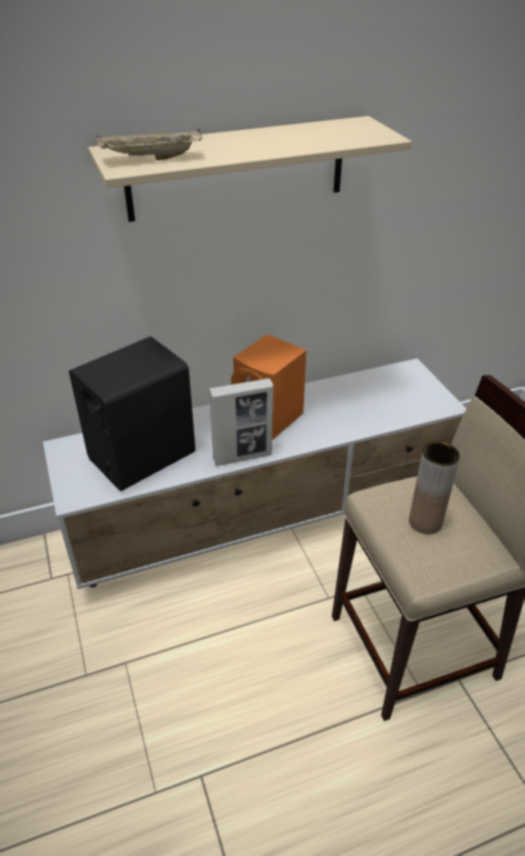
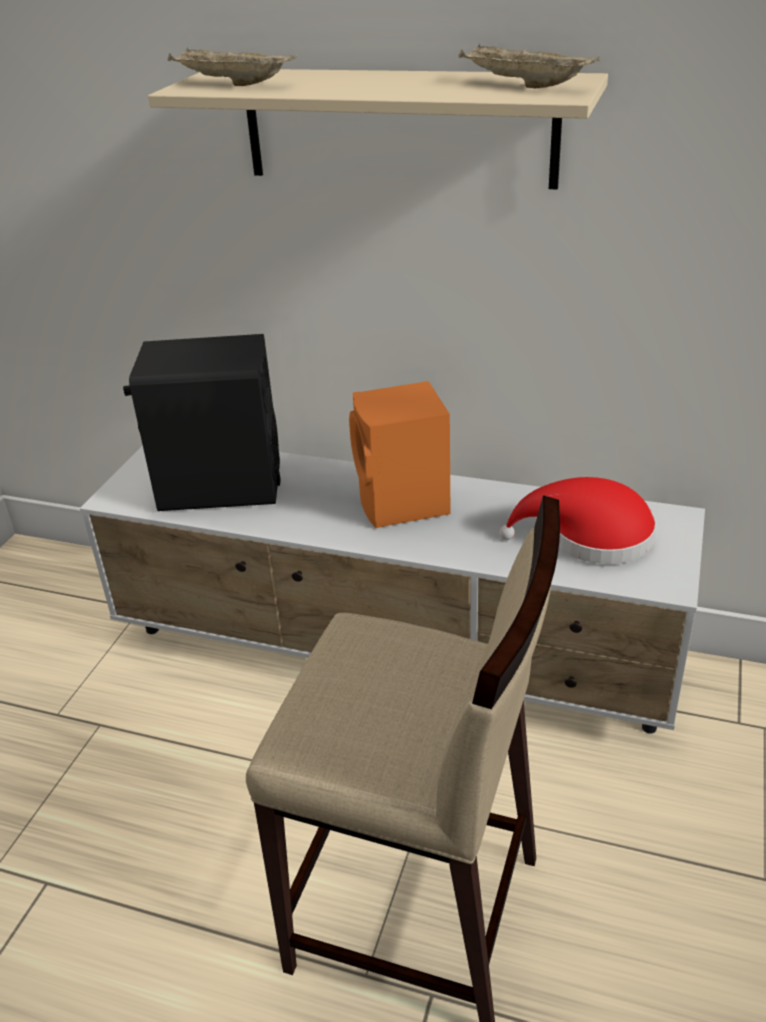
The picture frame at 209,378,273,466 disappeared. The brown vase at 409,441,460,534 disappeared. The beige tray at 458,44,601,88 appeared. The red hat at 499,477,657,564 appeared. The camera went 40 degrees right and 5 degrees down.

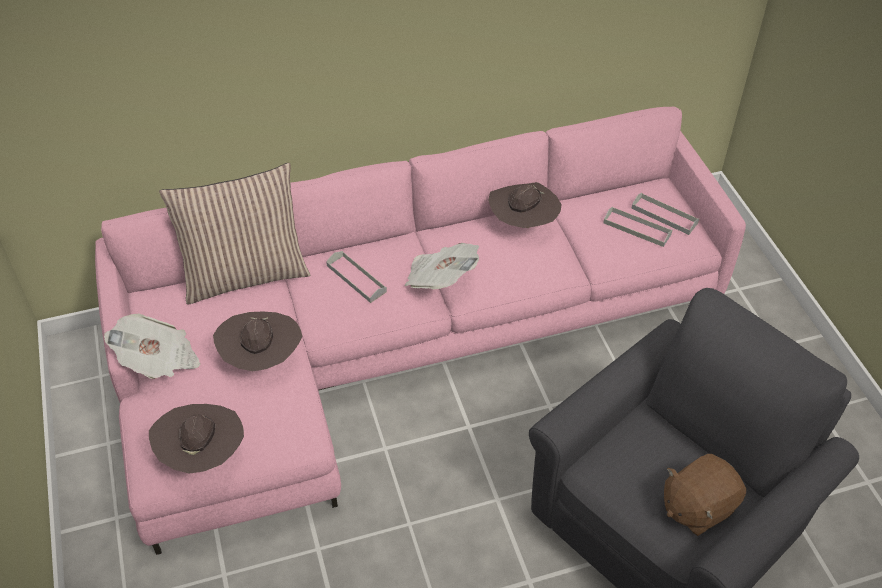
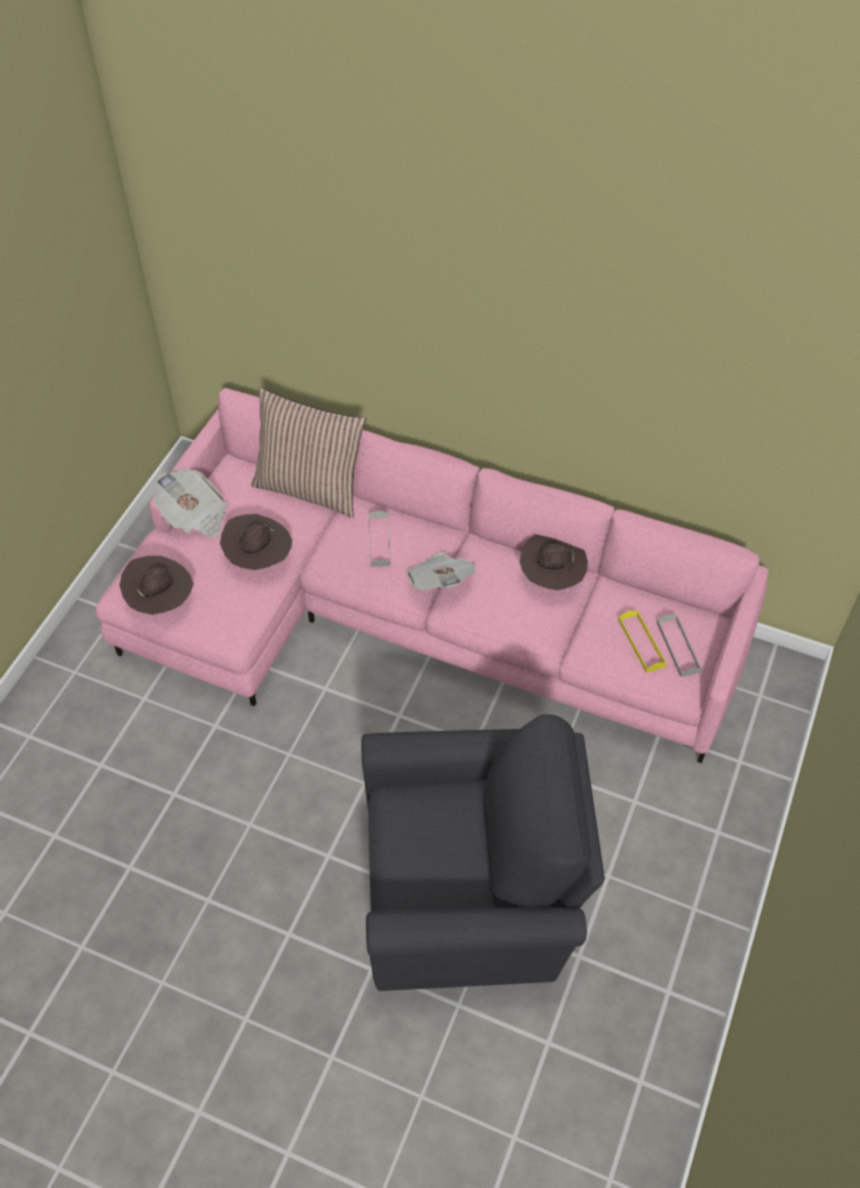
The brown plush toy at 664,454,746,536 disappeared. The grey tray at 604,207,672,247 became the yellow tray at 618,611,667,673. The camera went 40 degrees right and 5 degrees up.

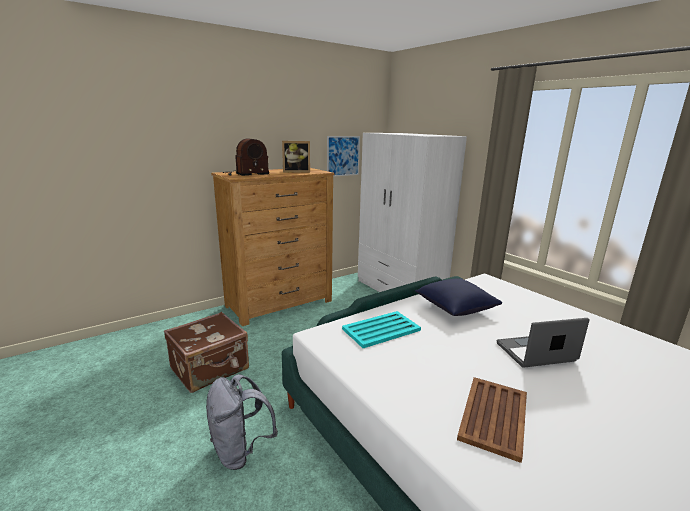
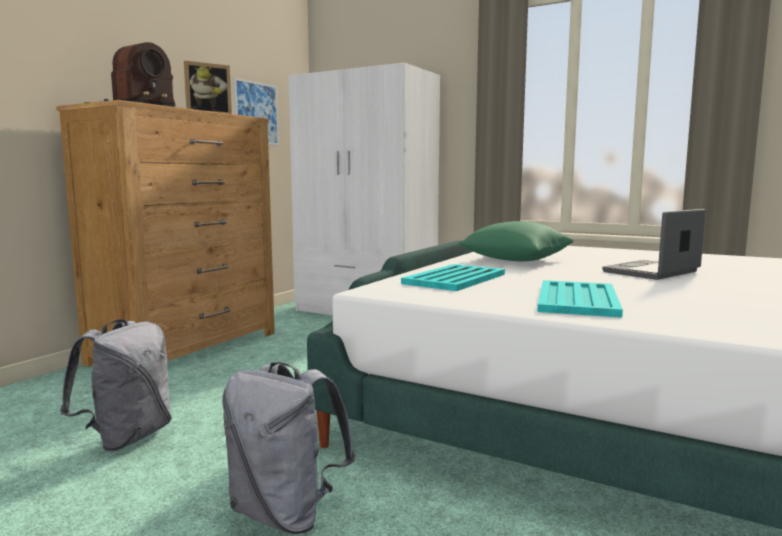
The brown tray at 457,377,527,463 disappeared. The turquoise tray at 538,280,623,318 appeared. The brown suitcase at 164,312,249,393 was replaced by the grey backpack at 60,319,172,452. The blue pillow at 415,278,502,316 became the green pillow at 459,221,574,261. The camera went 25 degrees left and 10 degrees down.

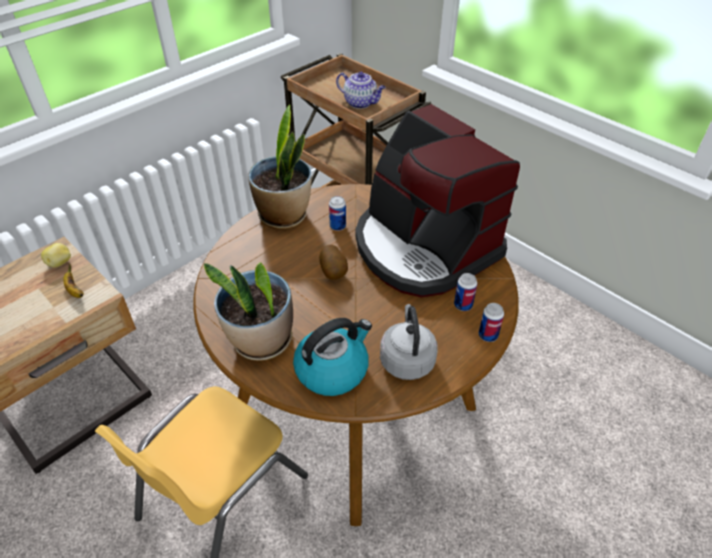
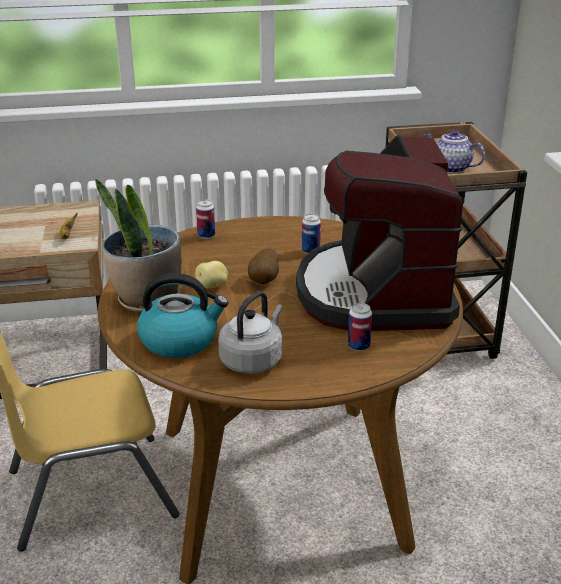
The potted plant at 248,105,312,229 disappeared. The potato moved from 41,243,71,267 to 195,261,228,288. The can moved from 479,303,504,342 to 196,199,215,239. The teapot at 336,72,386,109 turned 150 degrees clockwise. The camera went 35 degrees right and 15 degrees down.

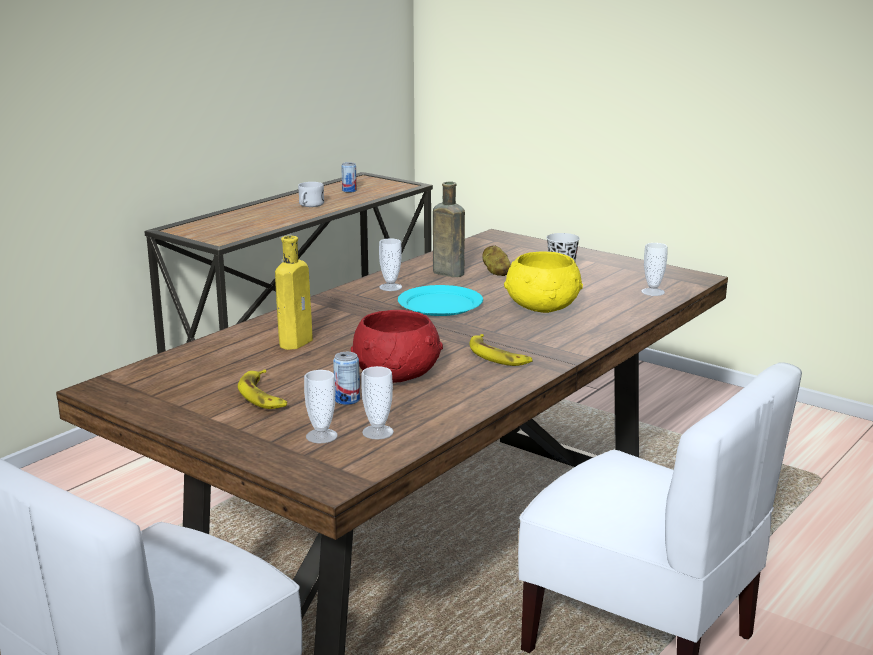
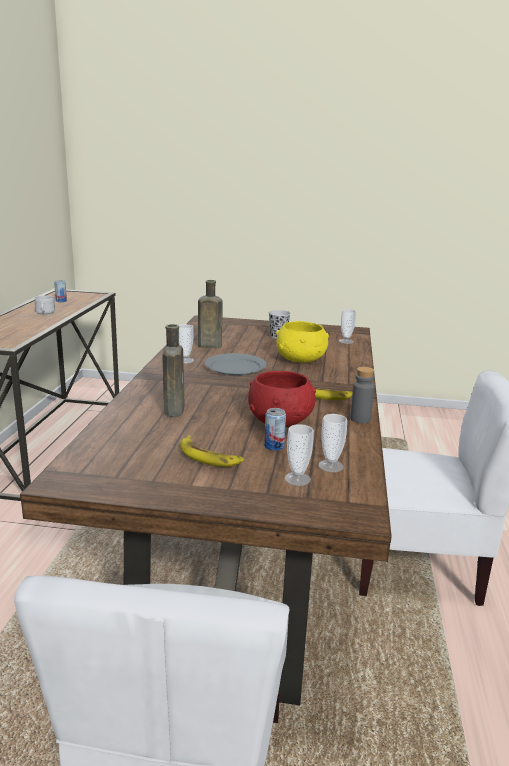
The potato at 482,246,511,276 disappeared. The grey bottle at 350,367,375,423 appeared. The yellow bottle at 275,236,313,350 became the brown bottle at 162,324,184,417. The turquoise plate at 398,285,483,316 became the grey plate at 205,353,267,376. The camera went 30 degrees left and 0 degrees up.

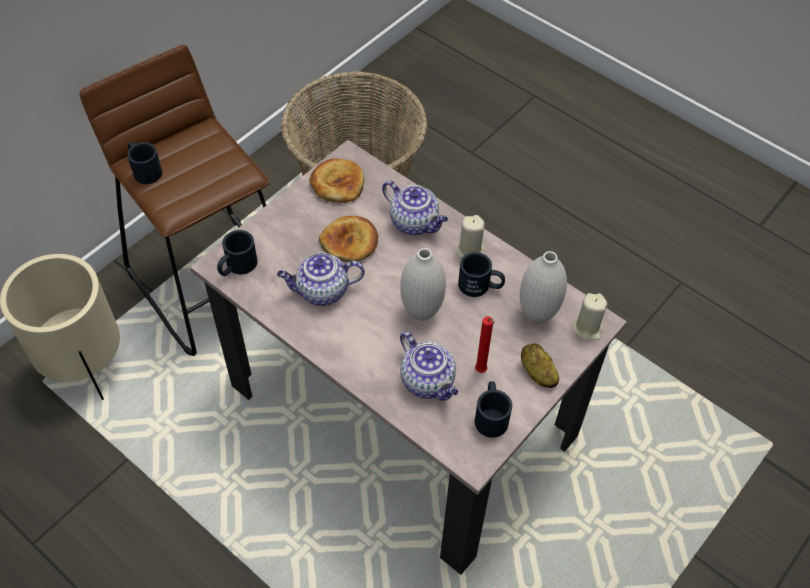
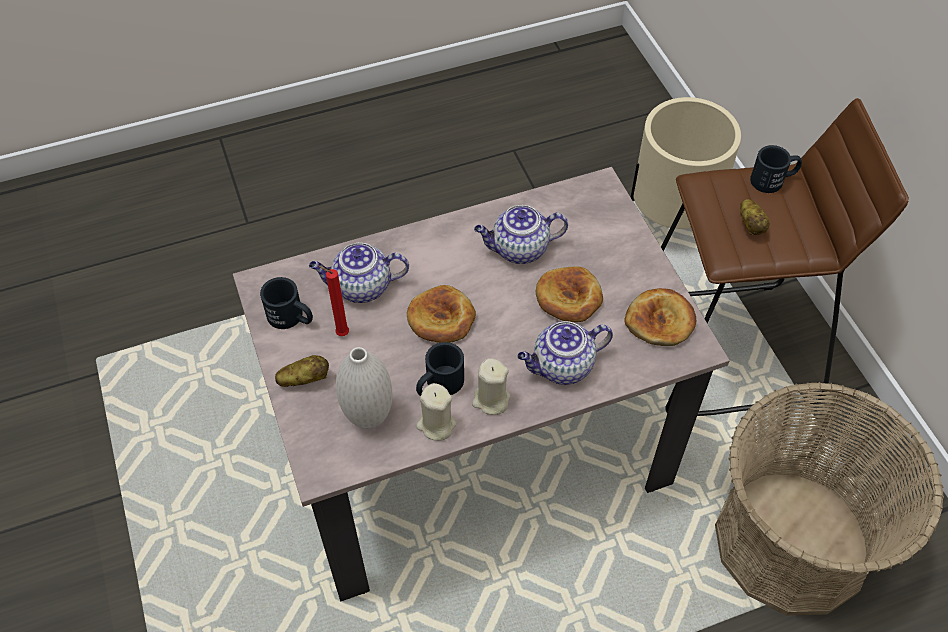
The black mug at 217,230,257,276 disappeared. The potato at 740,199,770,235 appeared. The beige candle moved from 573,293,607,341 to 416,383,456,441. The white vase at 400,248,446,321 was replaced by the bread at 407,285,476,343. The teapot at 277,252,365,306 turned 120 degrees counterclockwise. The camera went 120 degrees right and 0 degrees up.

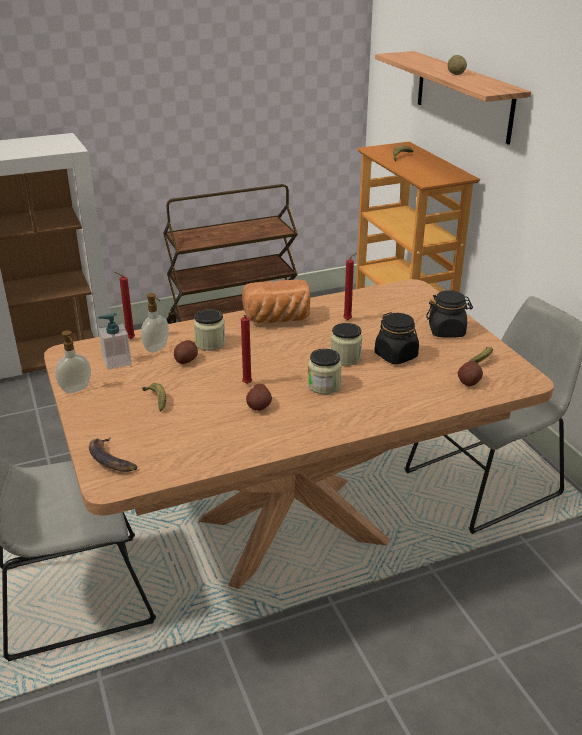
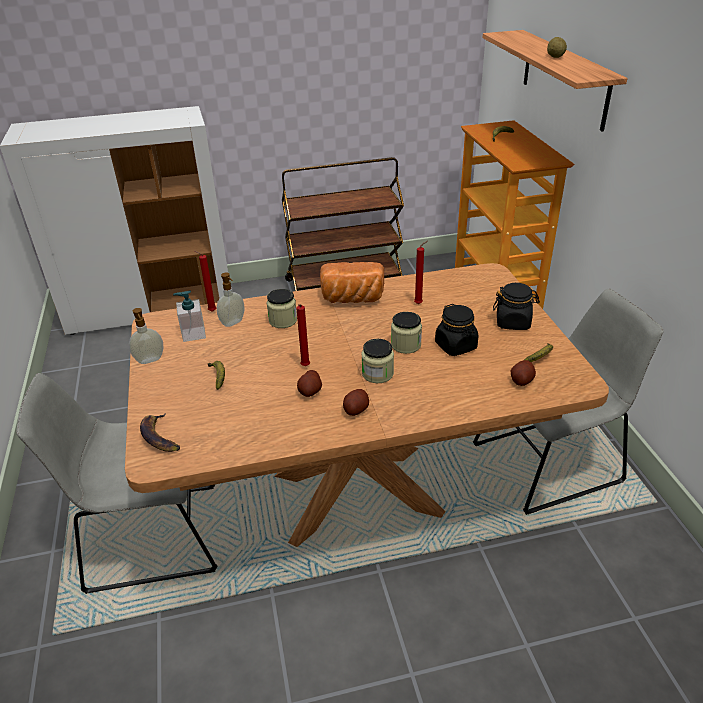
The potato moved from 174,340,198,364 to 343,389,369,416. The camera went 10 degrees right and 5 degrees up.

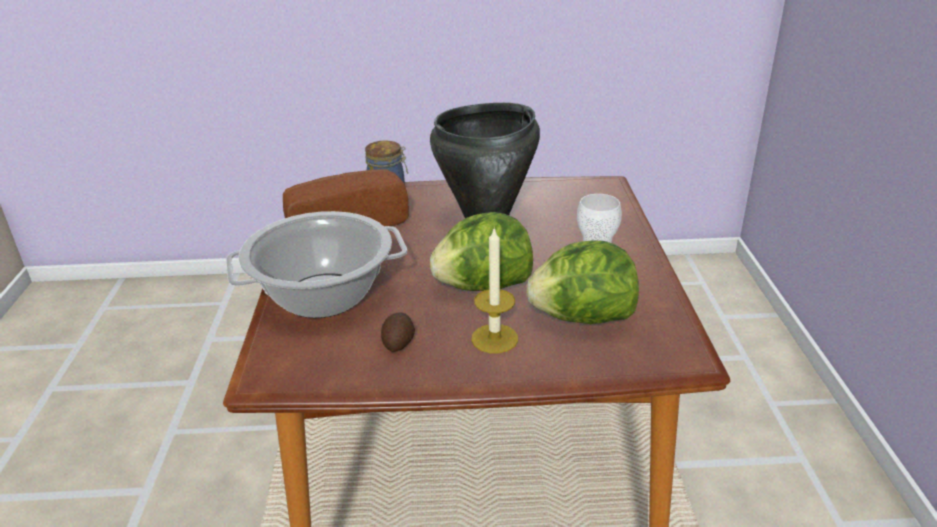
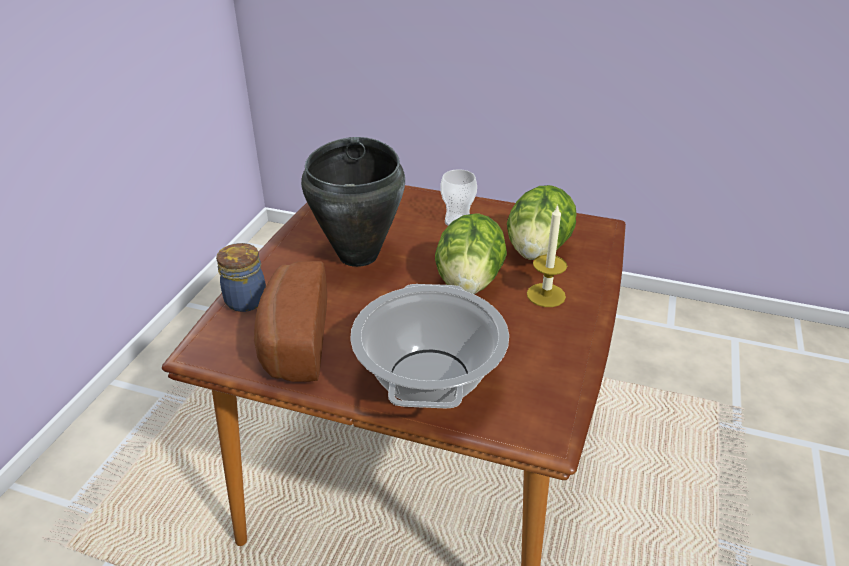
The potato at 381,312,415,352 disappeared. The camera went 70 degrees left and 5 degrees up.

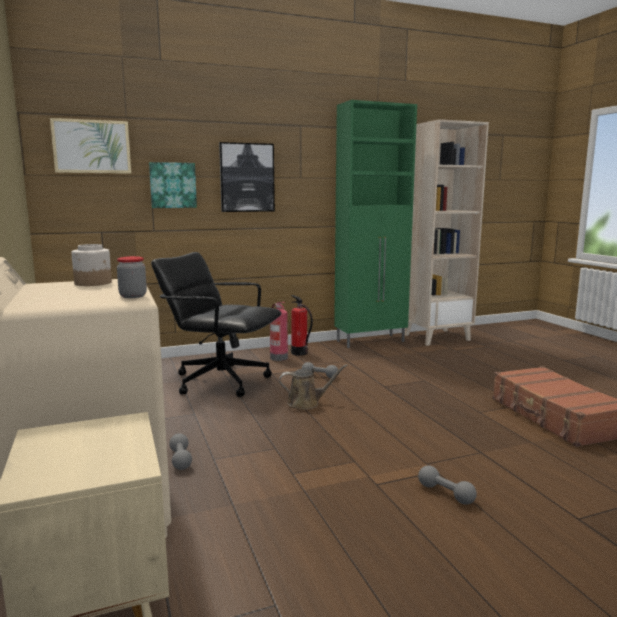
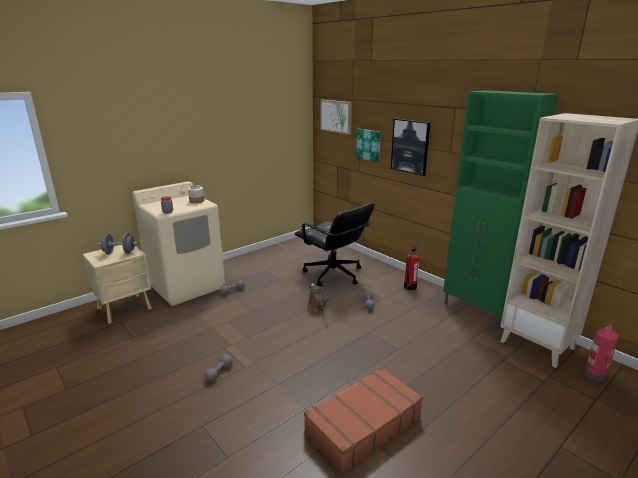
The grey dumbbell at 97,233,138,254 appeared. The fire extinguisher moved from 270,302,288,361 to 584,323,619,382. The black office chair at 151,252,281,397 turned 135 degrees clockwise. The camera went 70 degrees right and 10 degrees up.

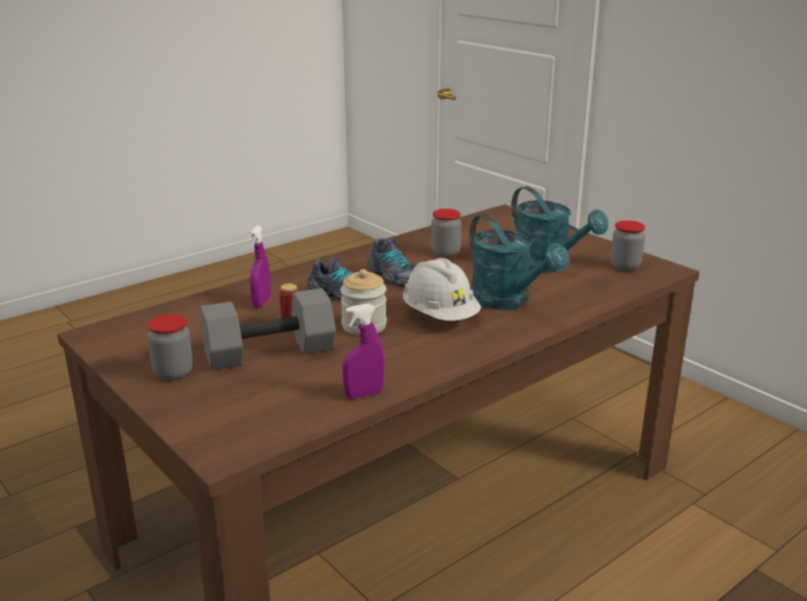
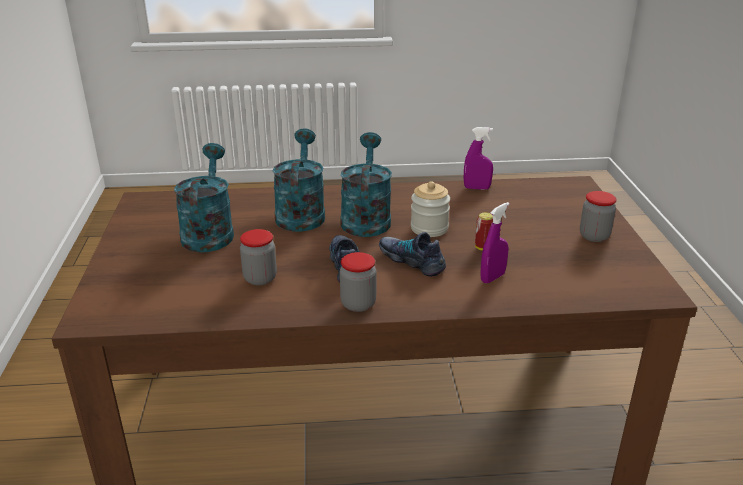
The grey dumbbell at 200,288,336,370 disappeared. The jar moved from 610,220,645,271 to 340,252,376,312. The white hard hat at 403,258,481,321 was replaced by the turquoise watering can at 341,132,392,237. The camera went 145 degrees left and 5 degrees up.

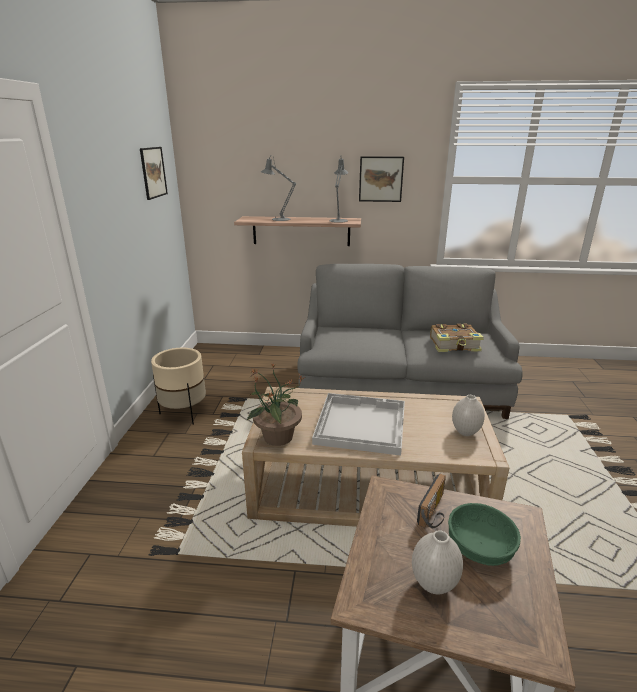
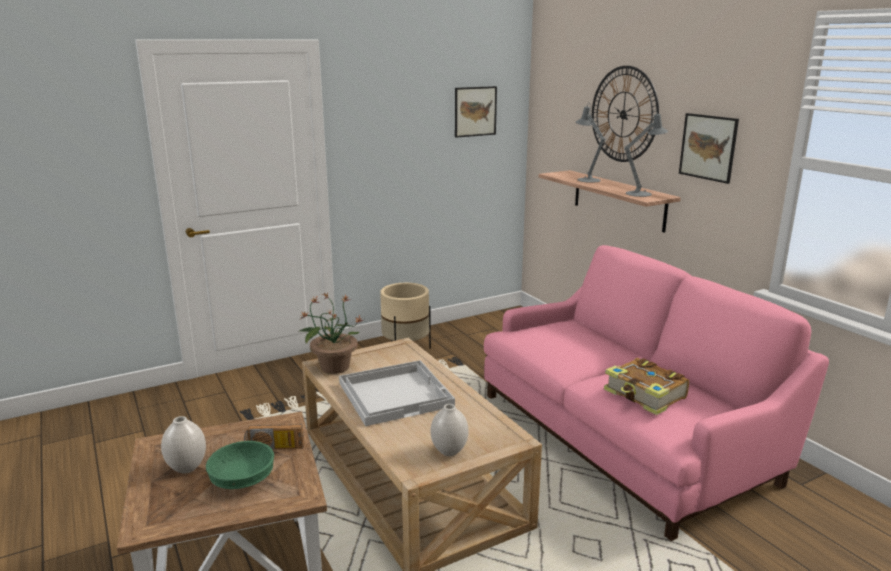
The wall clock at 592,66,659,162 appeared. The grey sofa at 297,264,523,419 became the pink sofa at 484,245,829,541. The camera went 55 degrees right and 5 degrees down.

